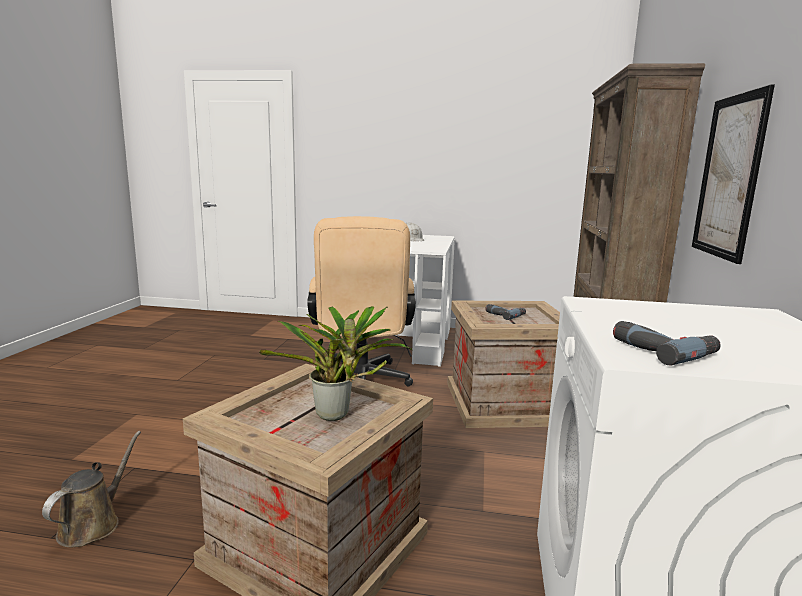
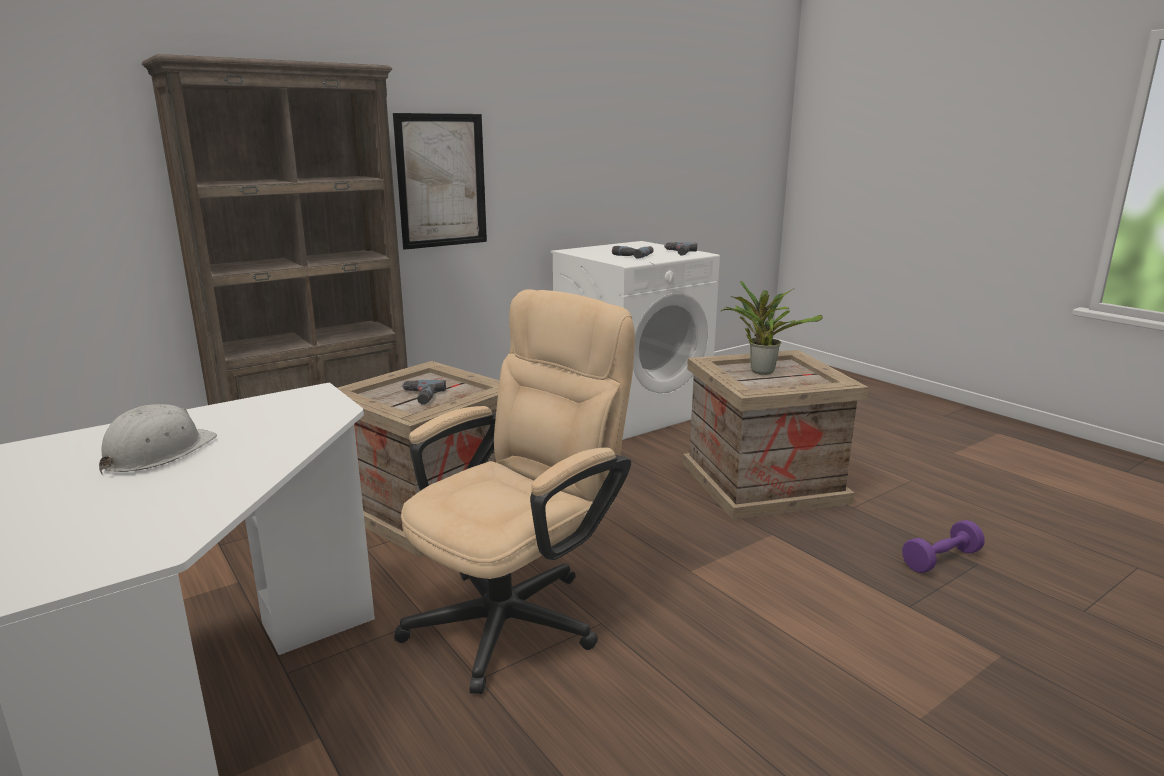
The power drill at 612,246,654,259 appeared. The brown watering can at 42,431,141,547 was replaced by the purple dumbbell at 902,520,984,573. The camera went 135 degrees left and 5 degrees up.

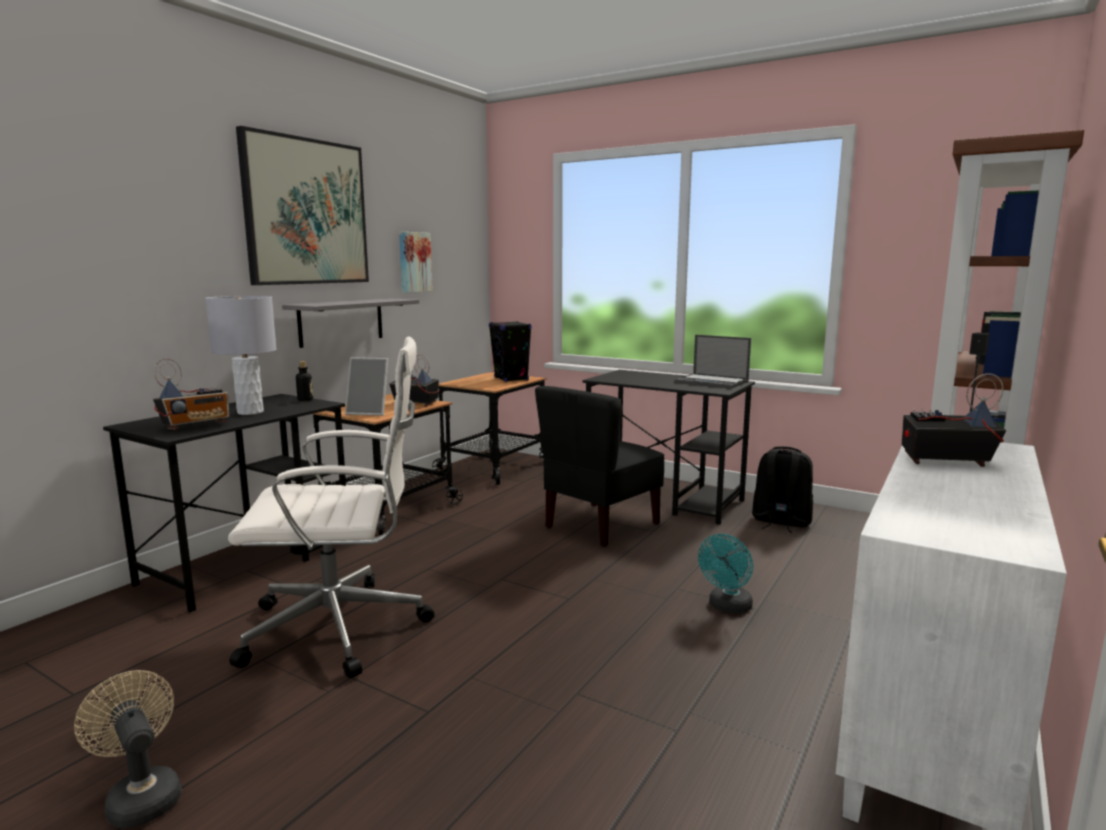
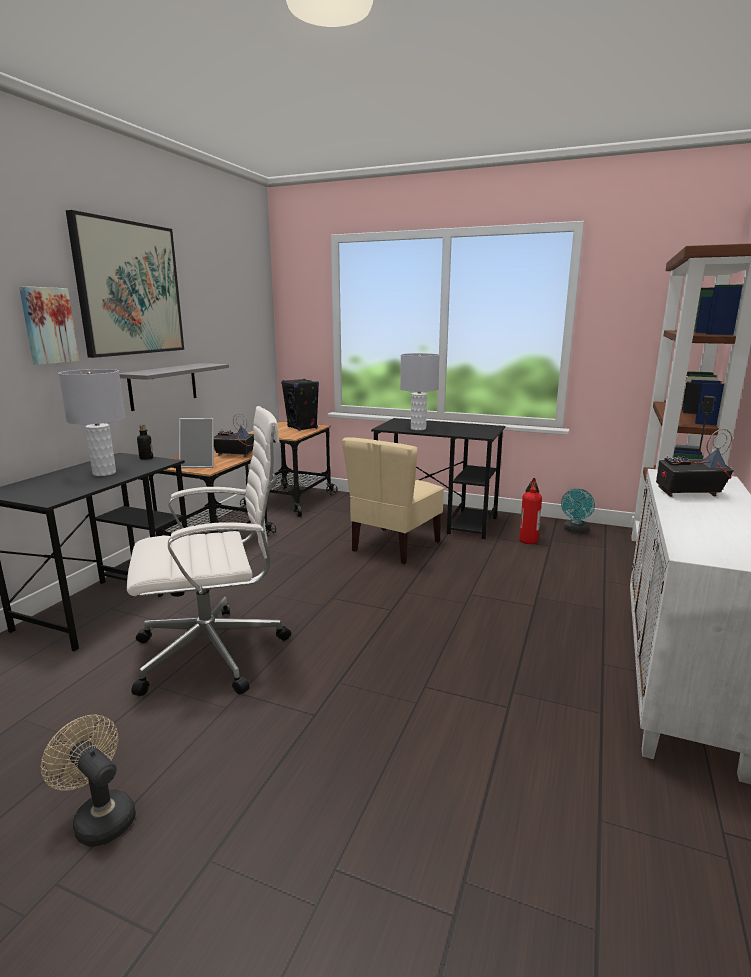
The radio at 153,358,229,430 disappeared. The laptop at 675,335,751,389 disappeared. The grey table lamp at 400,353,440,430 appeared. The picture moved from 399,232,433,293 to 19,286,79,365. The turquoise fan moved from 698,534,753,614 to 561,489,595,533. The black backpack at 752,446,813,533 was replaced by the fire extinguisher at 519,478,542,544. The black chair at 535,386,664,547 became the beige chair at 342,437,444,565. The camera went 10 degrees left and 5 degrees up.

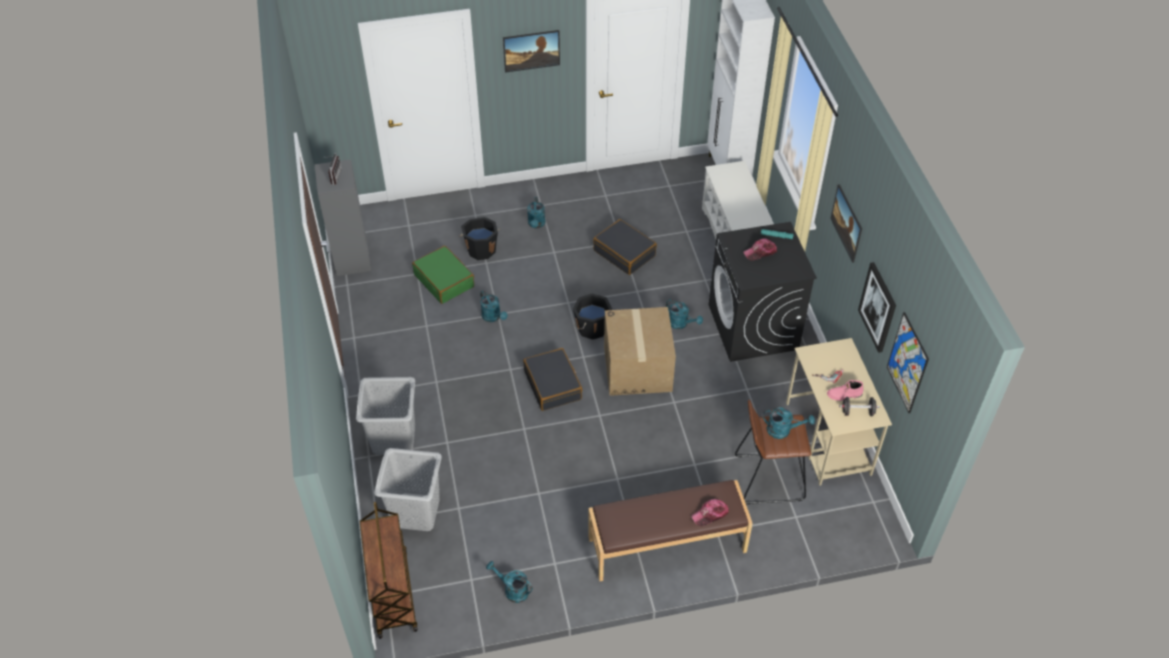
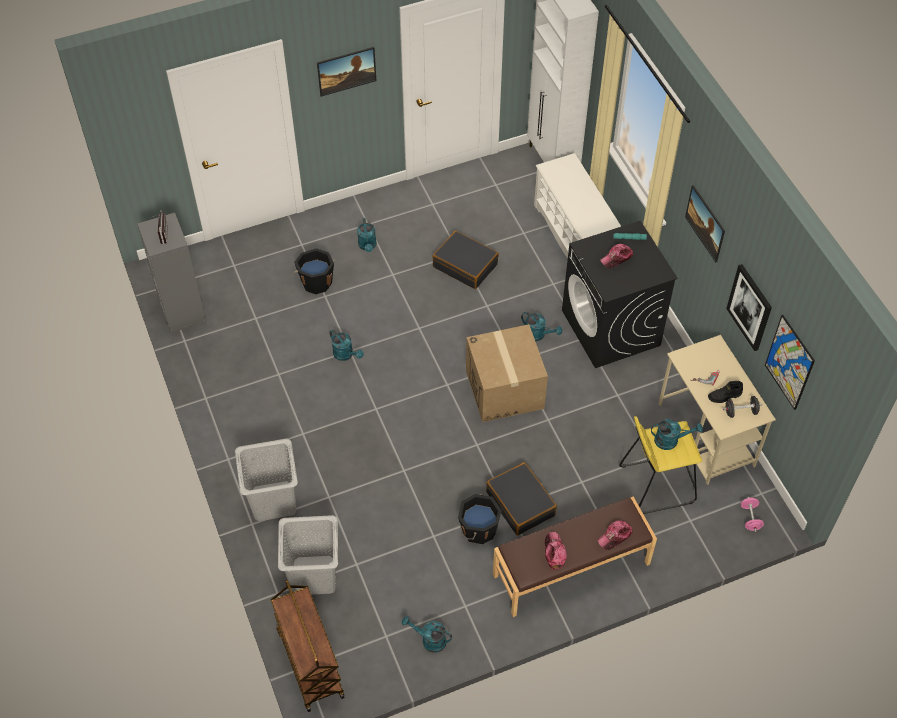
The green suitcase at 412,246,474,304 disappeared. The cap at 545,532,567,570 appeared. The pink dumbbell at 741,497,764,532 appeared. The black suitcase moved from 523,348,582,411 to 486,462,557,535. The black bucket moved from 573,294,612,339 to 458,494,502,544. The brown stool at 735,399,811,504 became the yellow stool at 619,416,702,514. The pink boot at 827,380,864,401 became the black boot at 708,381,743,403. The camera went 10 degrees left and 5 degrees up.

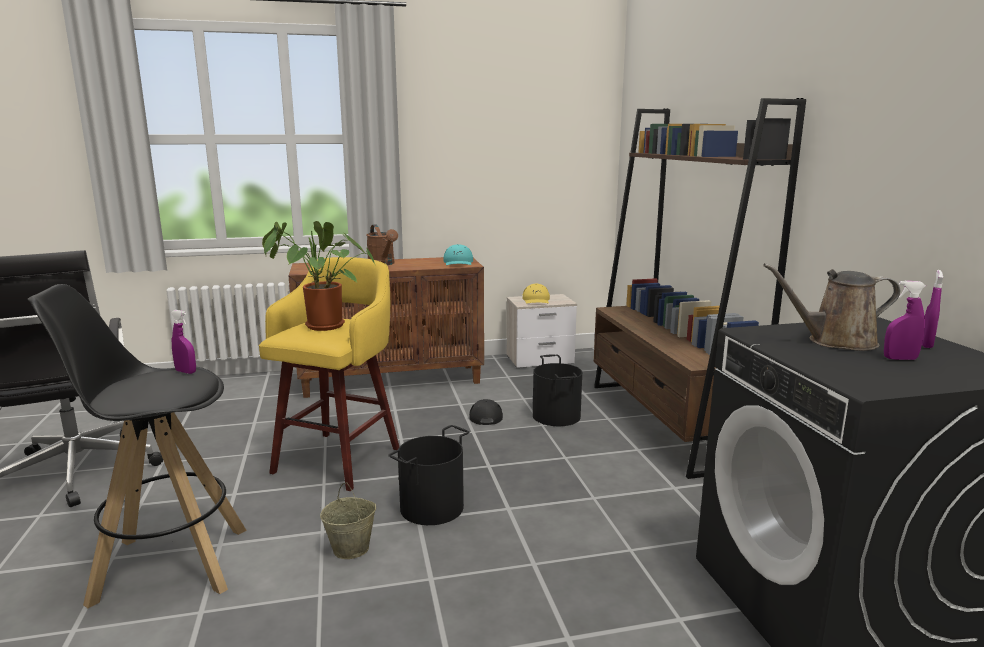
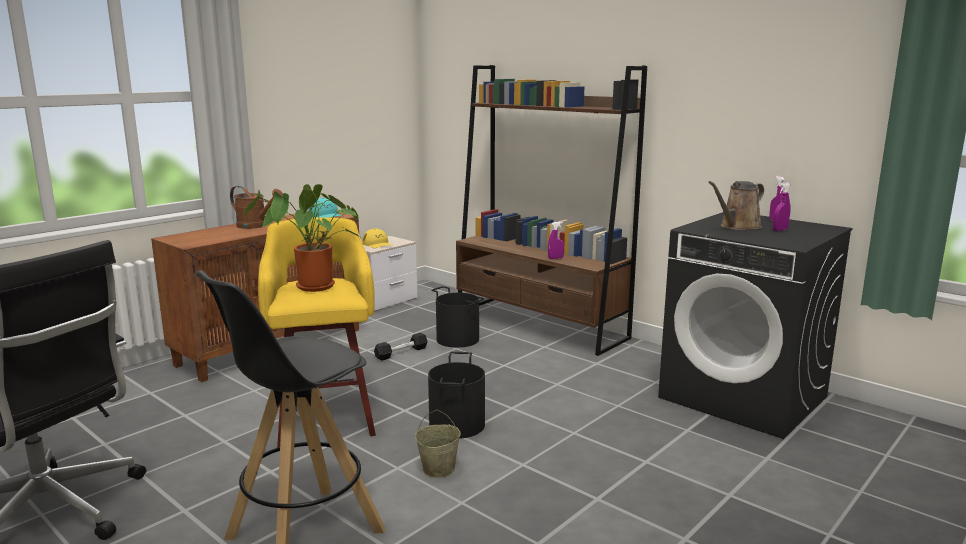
The purple spray bottle moved from 171,310,196,374 to 548,222,564,259. The black cap at 469,399,503,425 was replaced by the black dumbbell at 374,332,428,361. The camera went 35 degrees left and 0 degrees up.

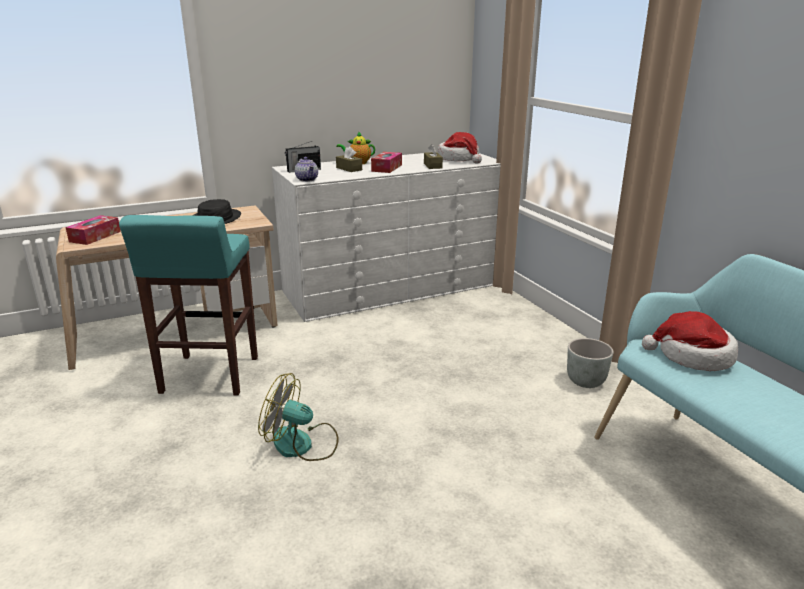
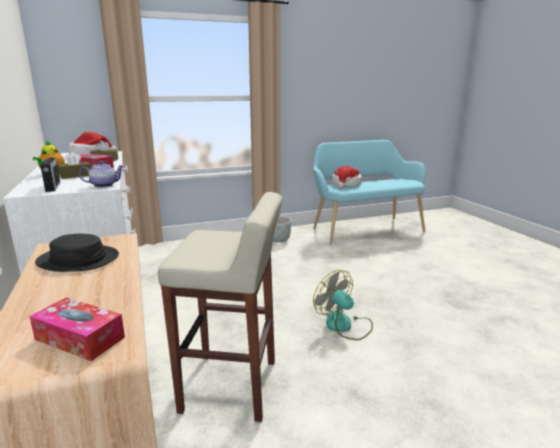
The turquoise stool at 119,215,258,396 became the beige stool at 158,192,282,422. The fan at 258,373,338,461 turned 120 degrees clockwise. The camera went 85 degrees left and 5 degrees down.

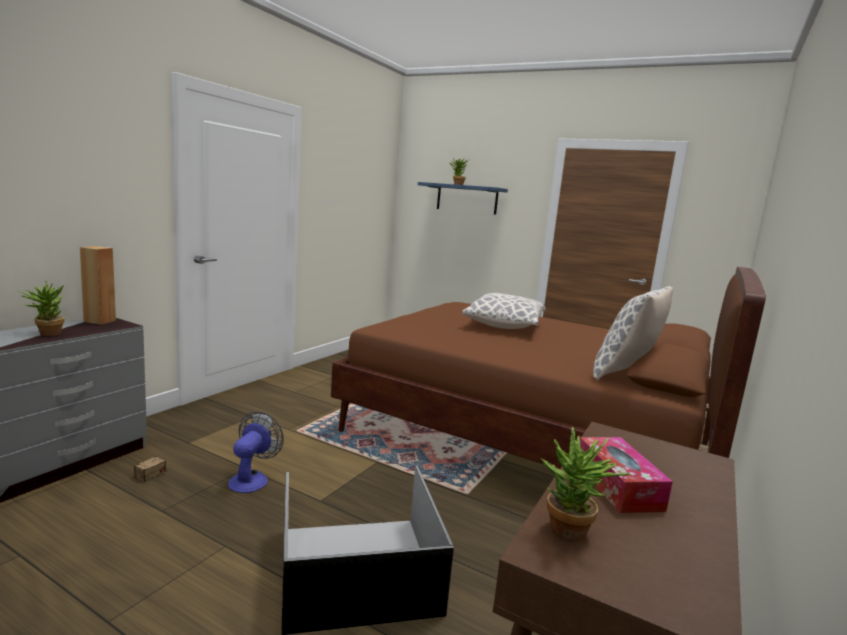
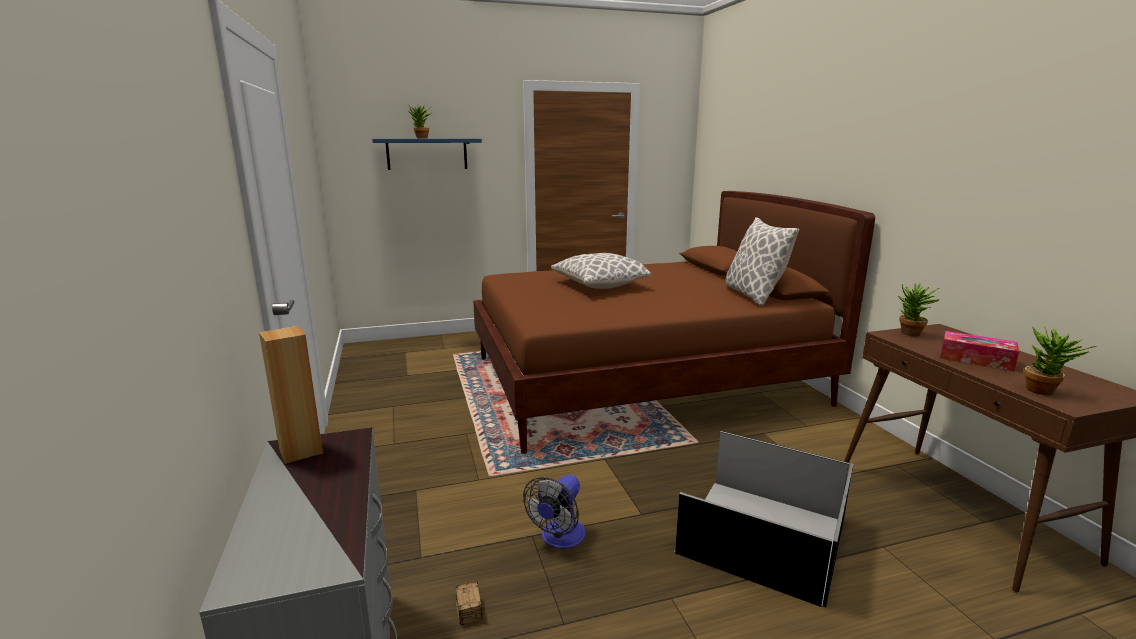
The potted plant moved from 19,280,64,336 to 898,283,939,336. The fan at 228,412,284,493 turned 120 degrees counterclockwise. The camera went 45 degrees left and 5 degrees up.

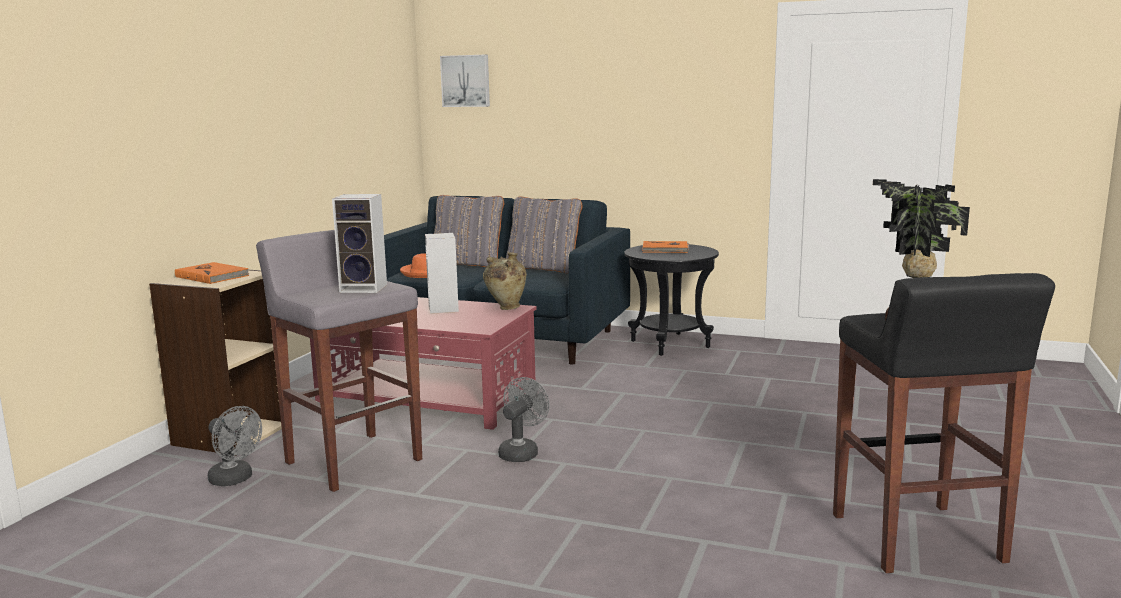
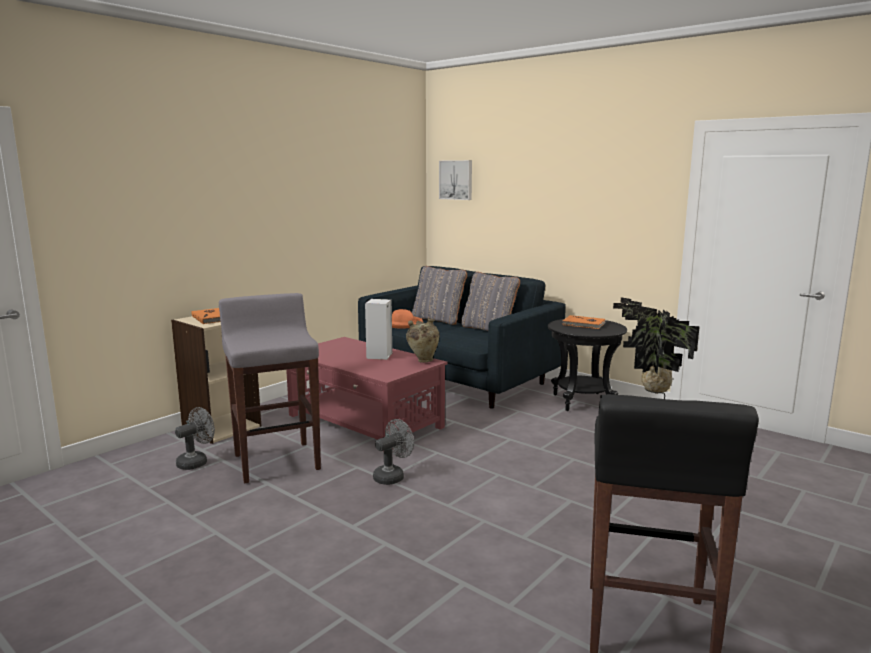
The speaker at 332,194,387,293 disappeared. The grey fan at 208,406,262,486 turned 105 degrees counterclockwise. The camera went 20 degrees right and 0 degrees up.

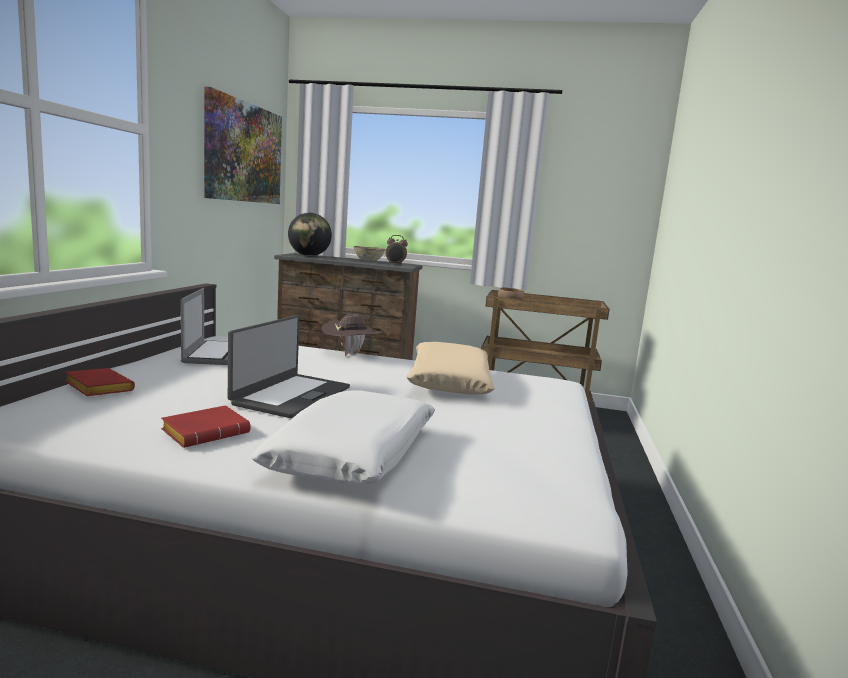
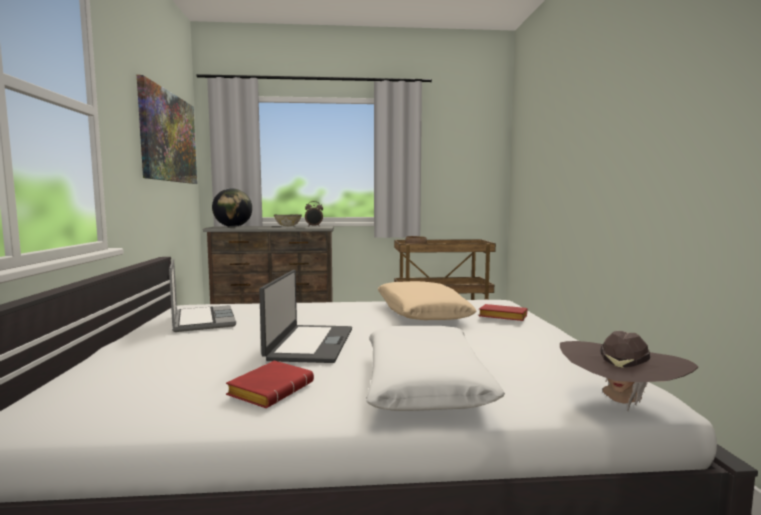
The red book moved from 65,368,135,396 to 479,304,527,321. The brown hat moved from 322,315,382,356 to 560,331,698,411. The camera went 15 degrees left and 5 degrees down.

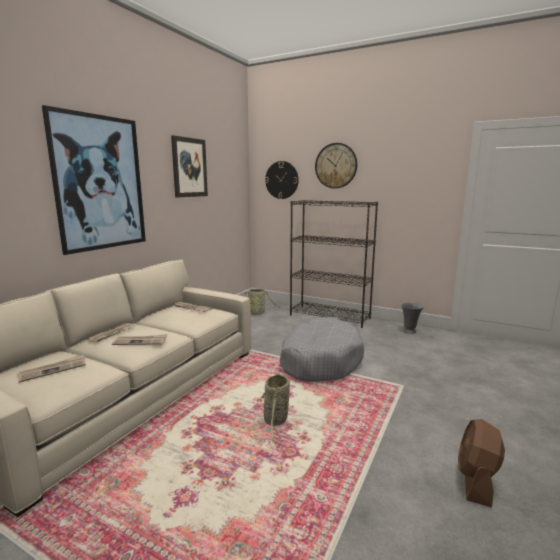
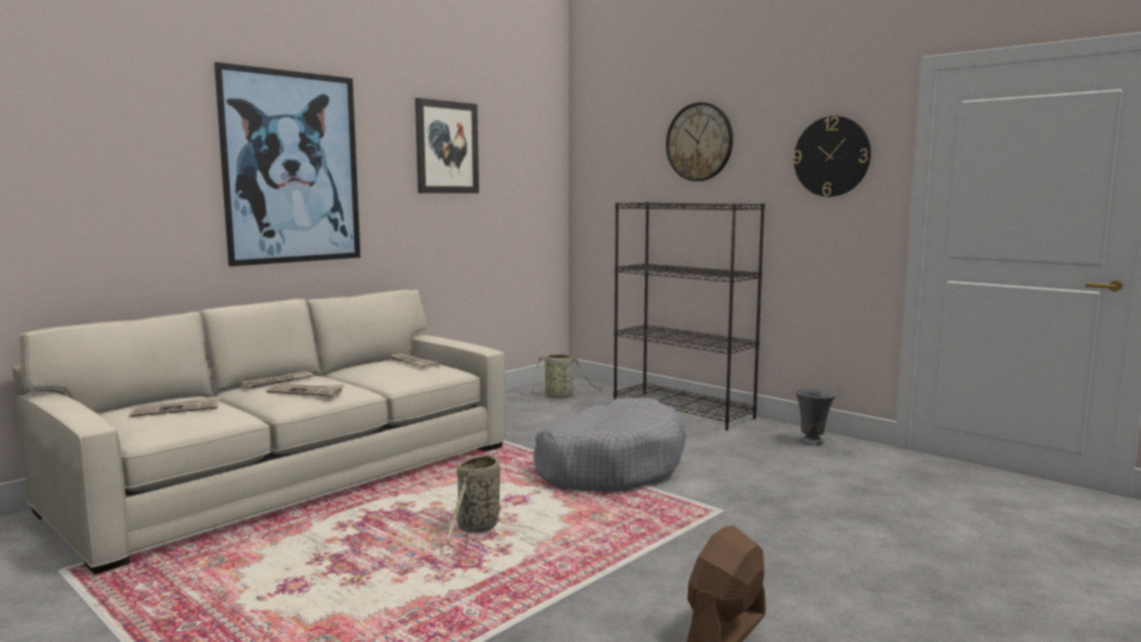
The wall clock moved from 265,161,299,199 to 793,116,871,197. The camera went 15 degrees right and 5 degrees down.

